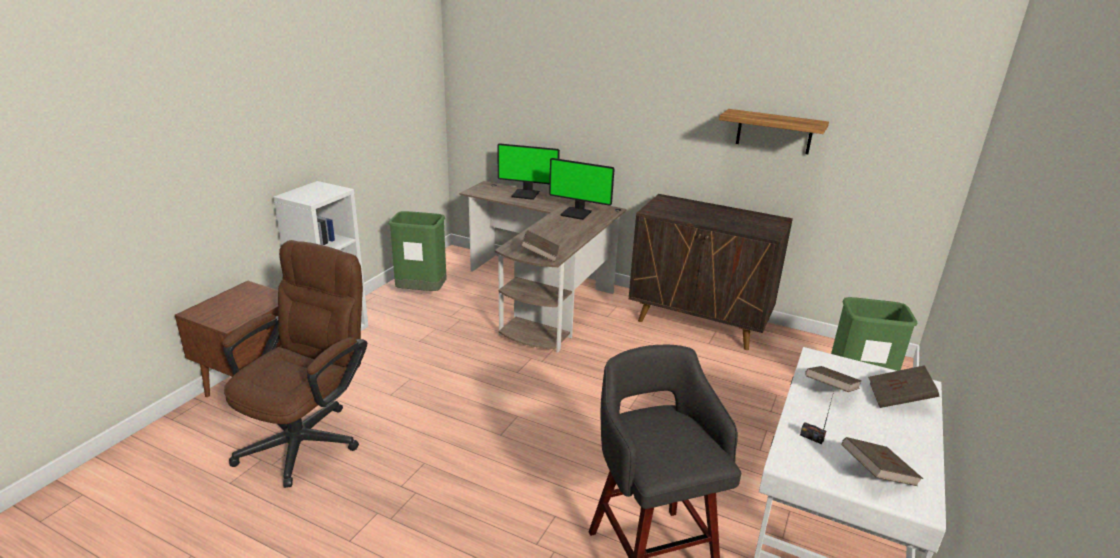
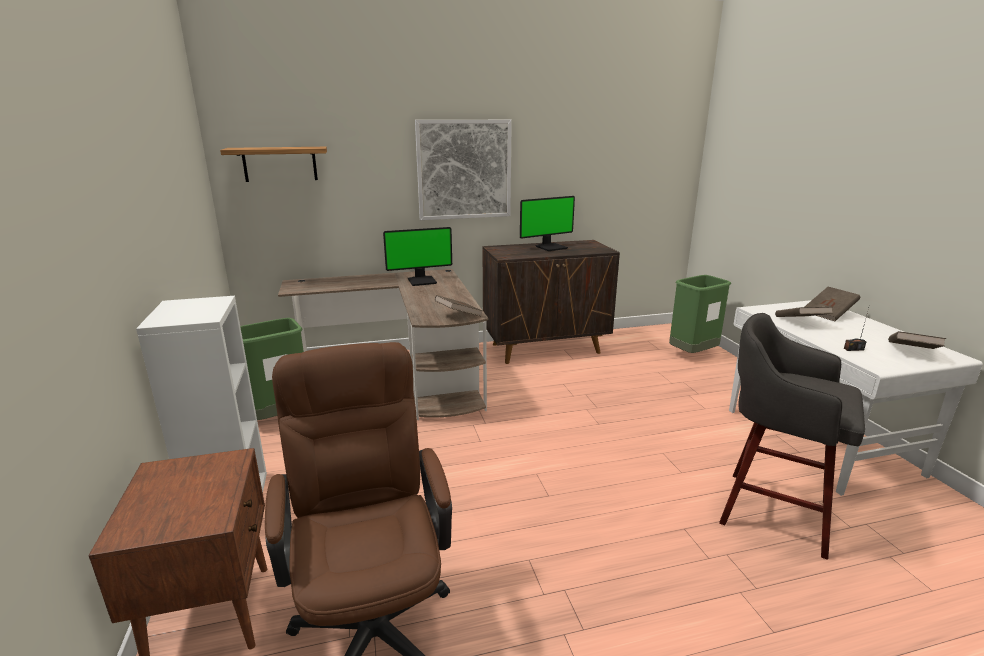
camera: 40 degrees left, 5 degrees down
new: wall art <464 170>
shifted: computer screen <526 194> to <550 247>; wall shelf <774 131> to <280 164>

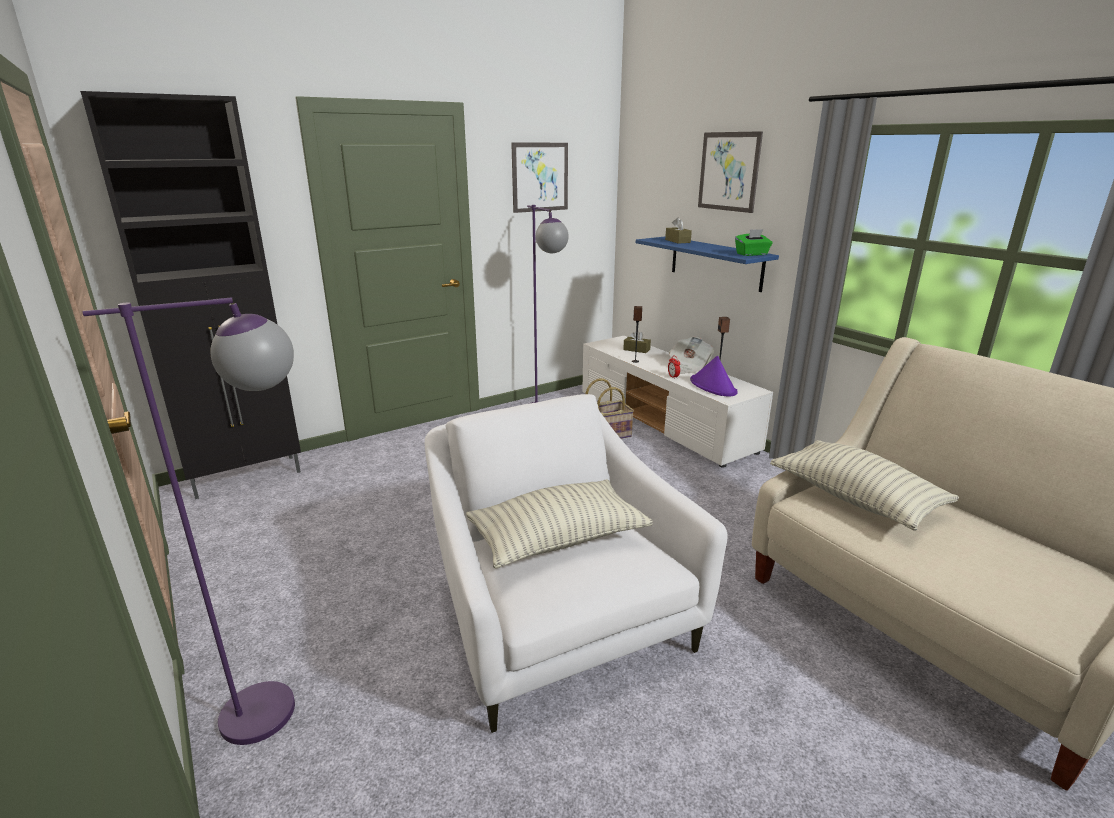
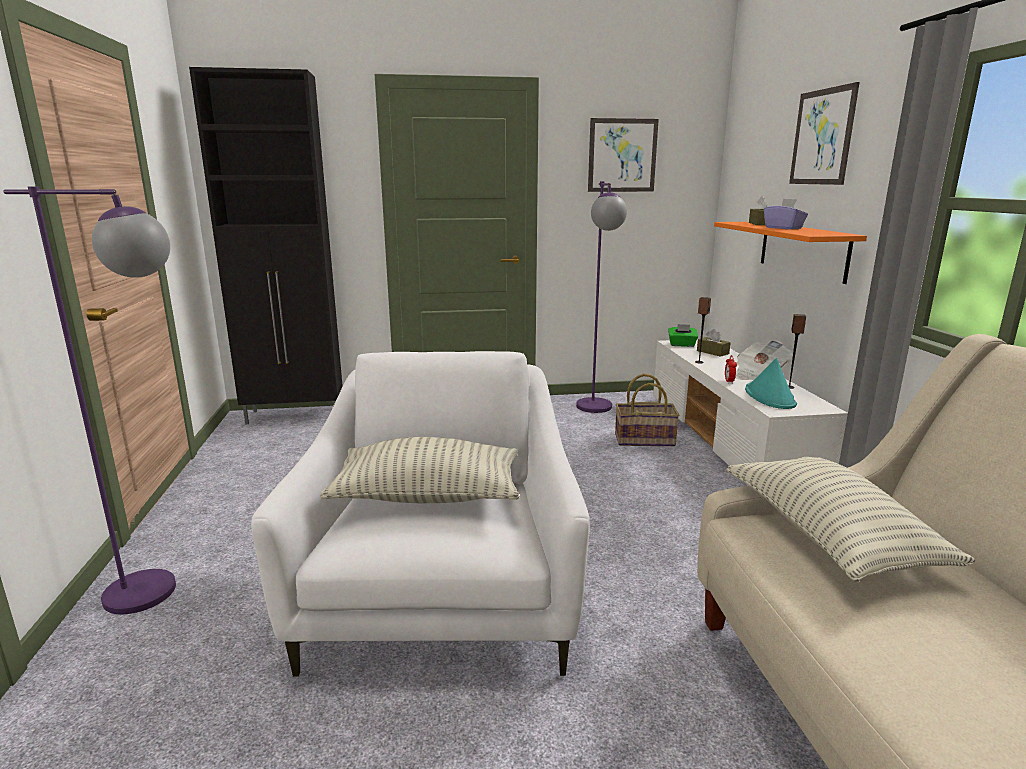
camera: 25 degrees right, 5 degrees down
new: purple-coloured tissue holder <783 228>
shifted: green-coloured tissue holder <752 254> to <682 345>
repainted: blue-coloured wall shelf <715 263> to orange-coloured wall shelf <802 250>; purple-coloured hat <713 386> to blue-green hat <770 397>

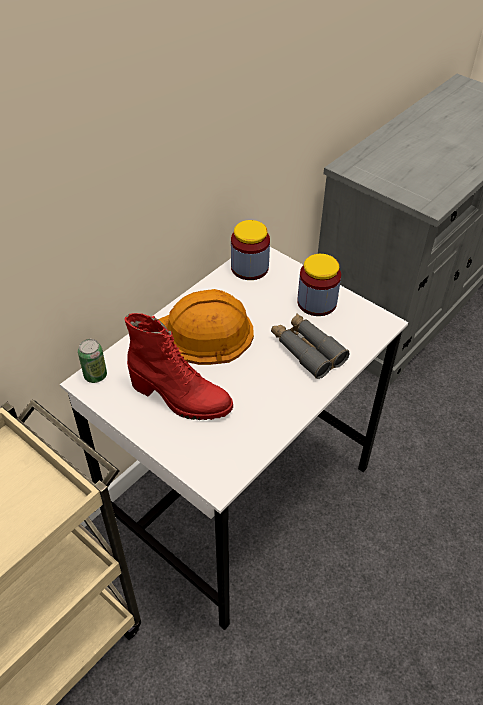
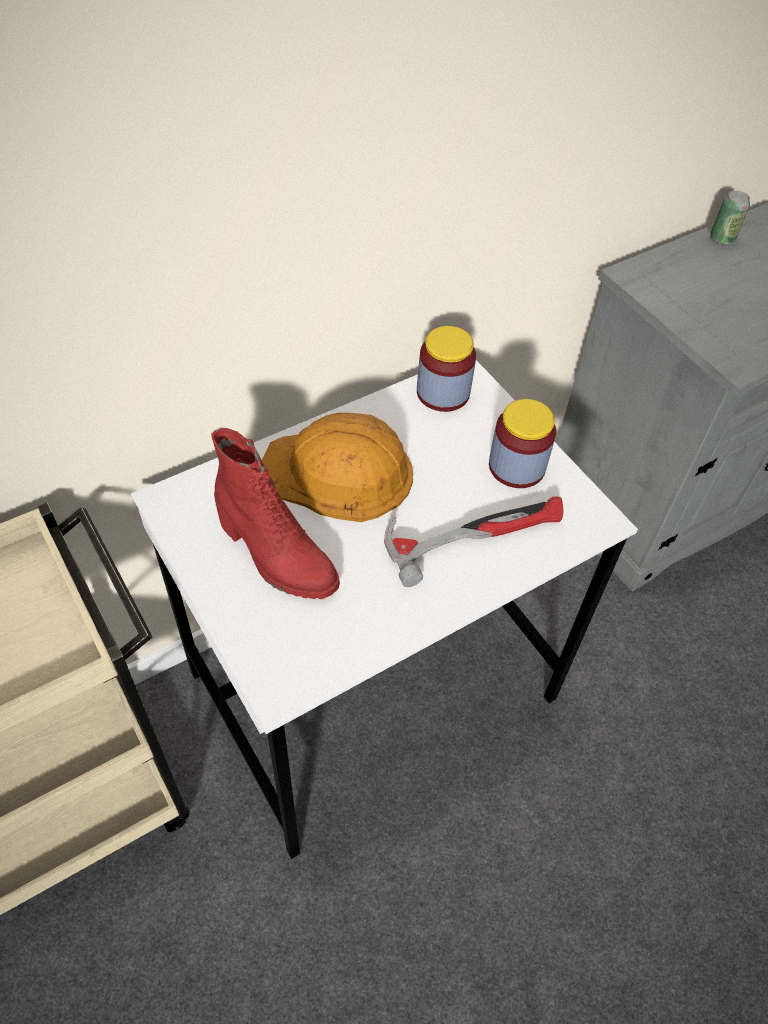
camera: 15 degrees right, 5 degrees up
shifted: sealed can <95 375> to <722 239>
swapped: grey binoculars <307 350> to hammer <475 533>

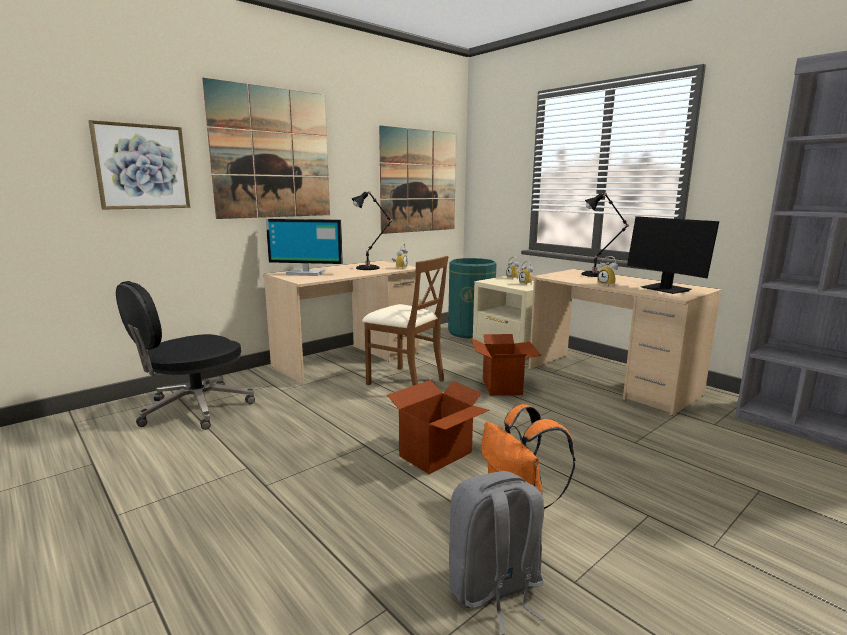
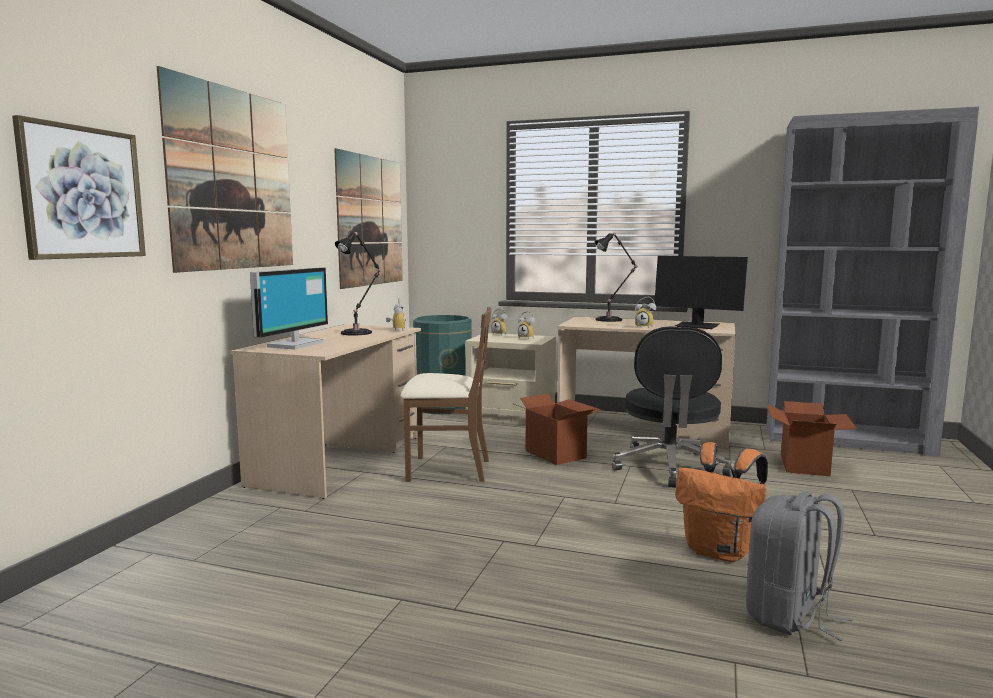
camera: 30 degrees left, 5 degrees down
shifted: black-coloured computer chair <194 409> to <669 467>; packing box <436 455> to <805 465>
rotated: computer screen <306 273> = <293 344> 45 degrees counterclockwise

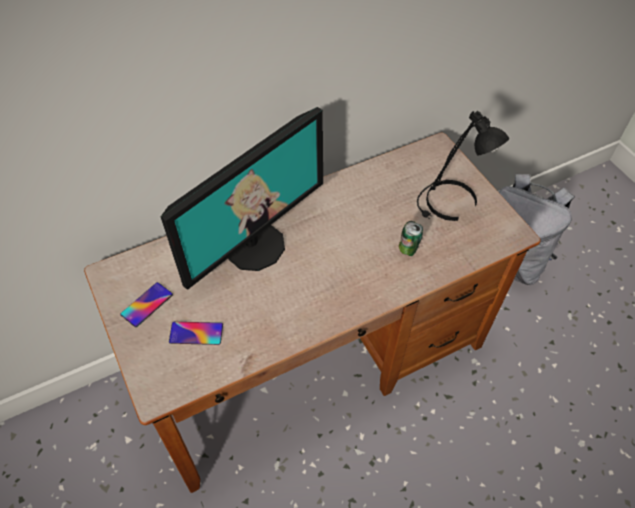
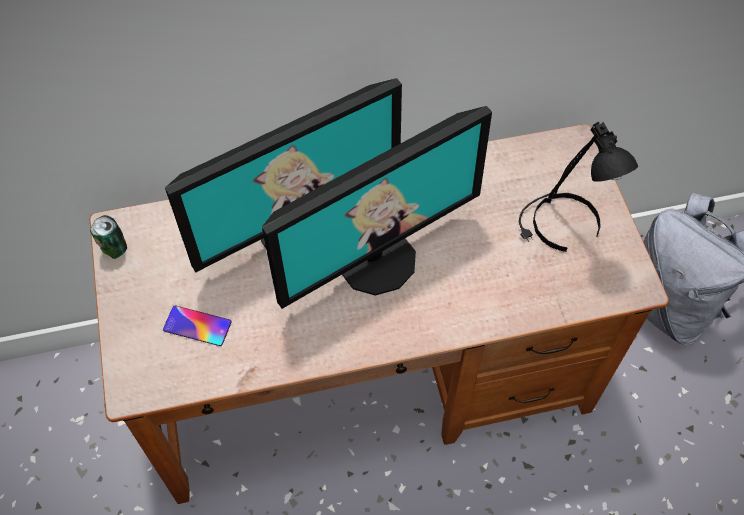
camera: 15 degrees right, 5 degrees up
gone: phone <147 304>
new: computer screen <377 261>
shifted: sealed can <408 250> to <114 250>

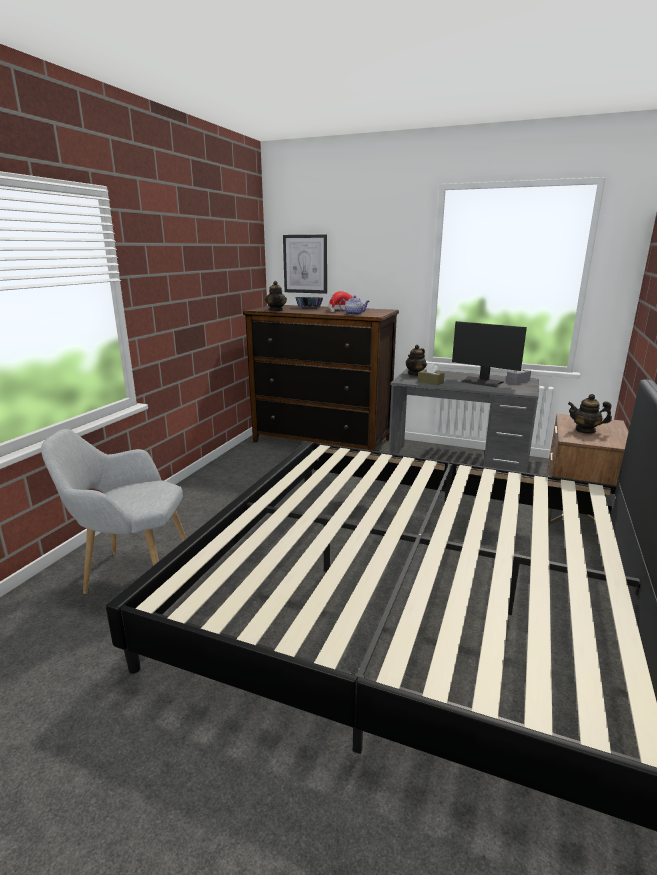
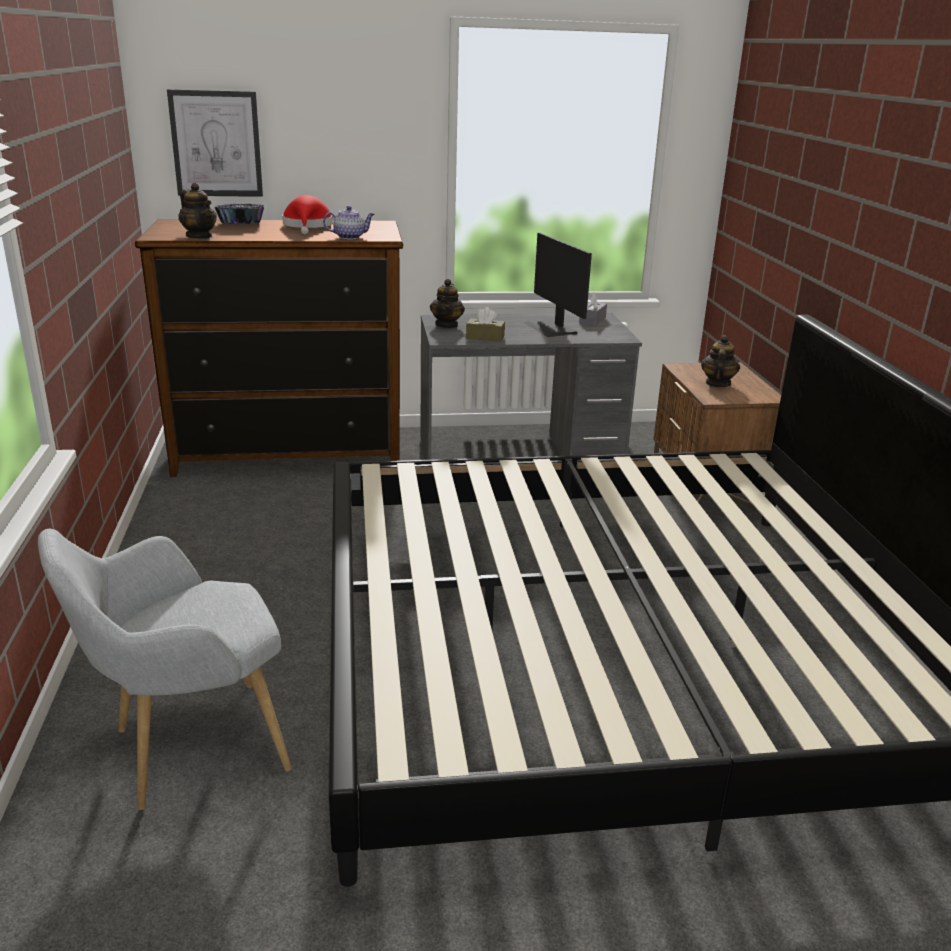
camera: 30 degrees left, 5 degrees up
rotated: computer screen <482 382> = <551 328> 60 degrees clockwise; tea pot <585 430> = <717 384> 120 degrees clockwise

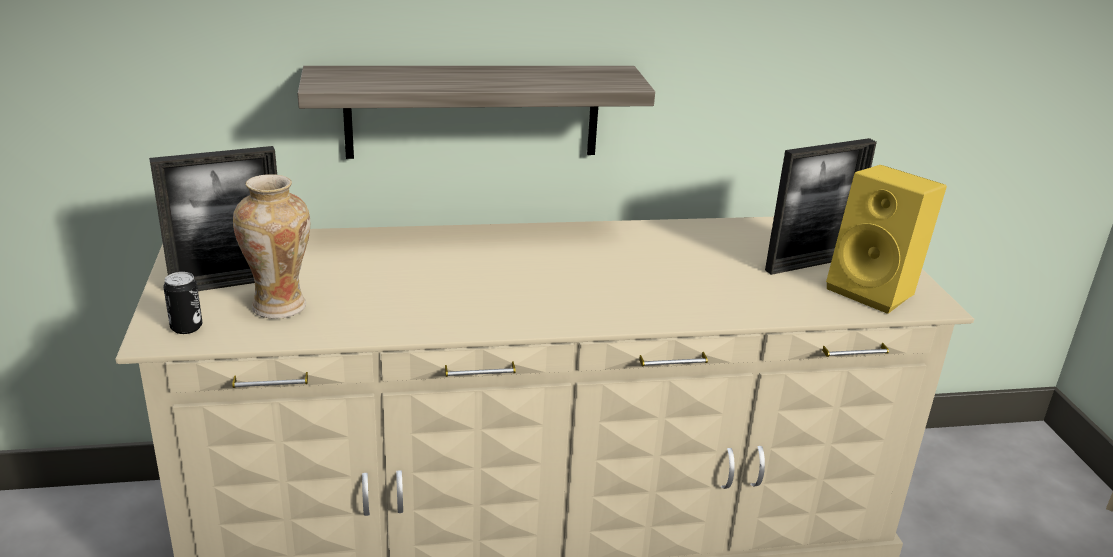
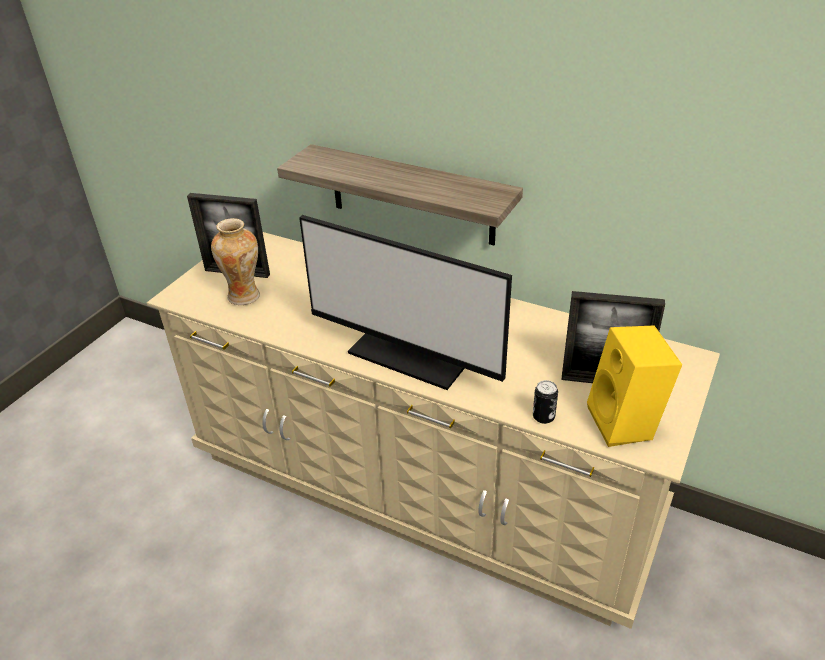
camera: 40 degrees right, 10 degrees up
new: computer screen <412 353>
shifted: sealed can <186 327> to <543 417>

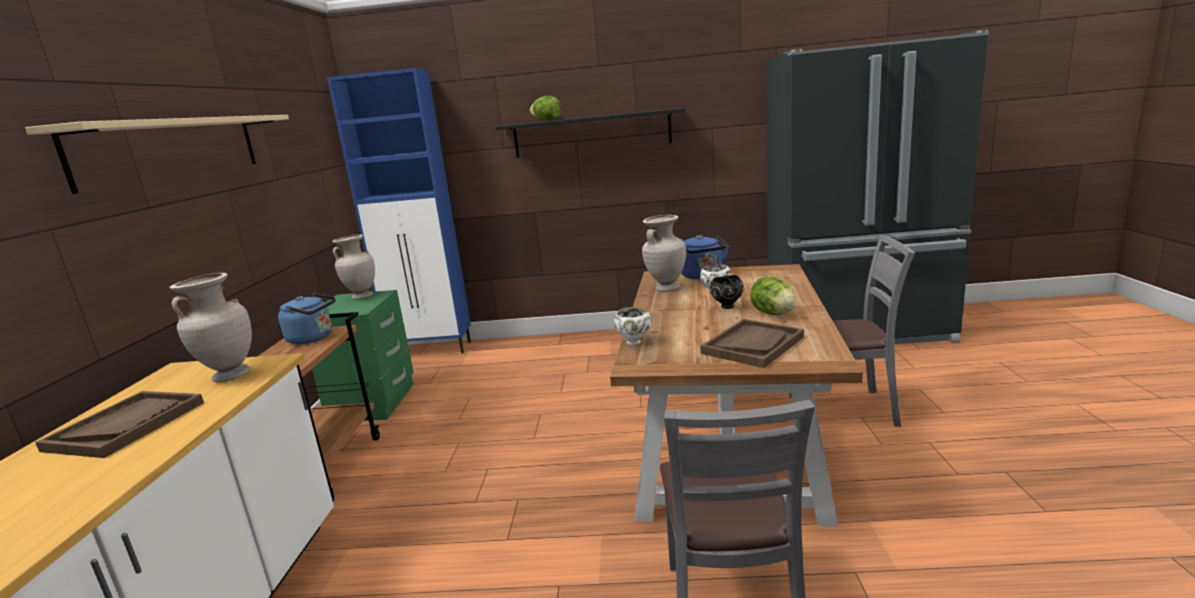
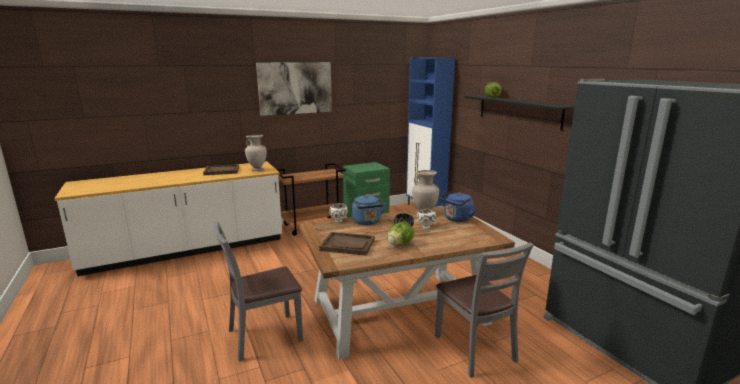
camera: 60 degrees right, 0 degrees up
gone: beige-coloured decorative vase <362 297>
shifted: blue-coloured tea kettle <313 338> to <367 222>
swapped: beige-coloured wall shelf <173 149> to wall art <295 88>

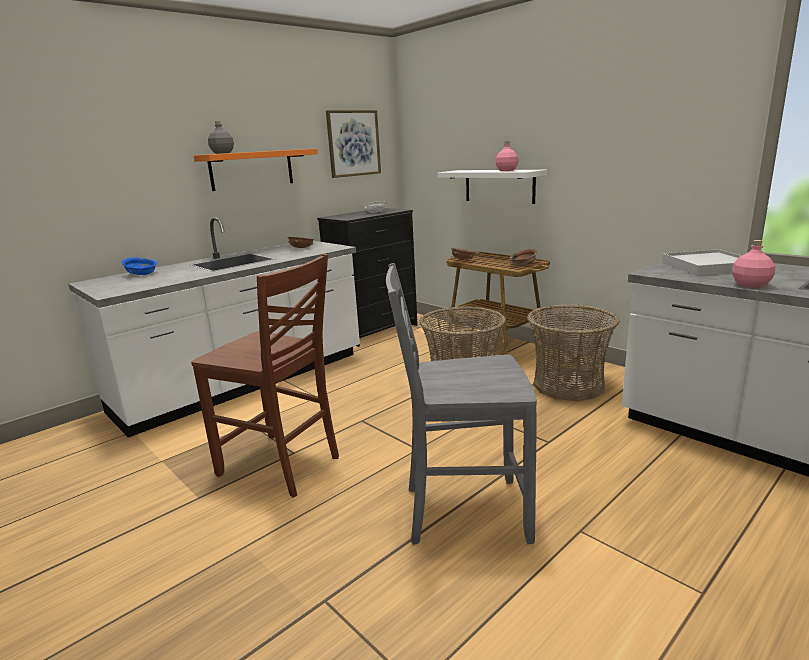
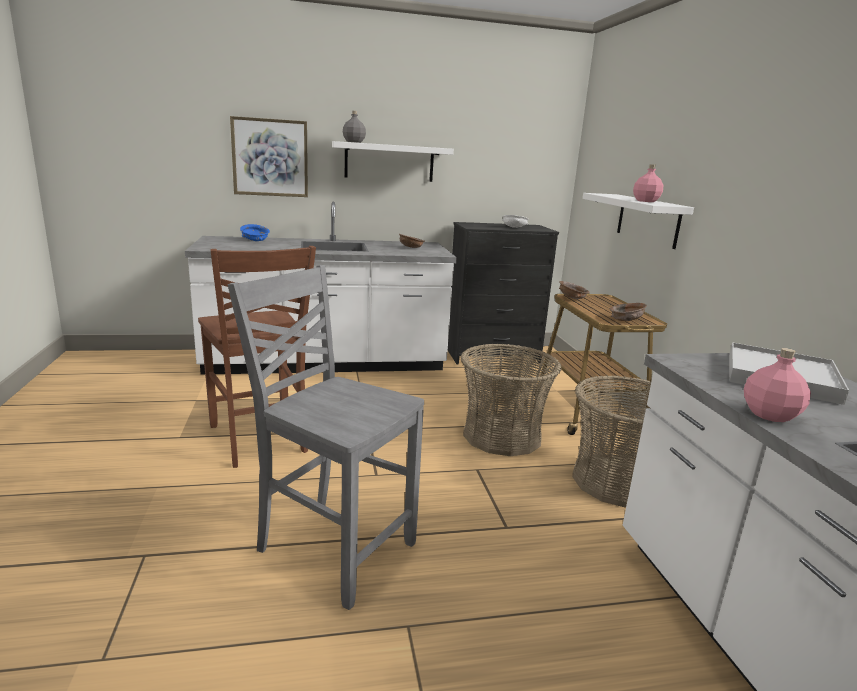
camera: 30 degrees right, 0 degrees up
shifted: wall art <353 143> to <270 157>
repainted: orange-coloured wall shelf <252 169> to white-coloured wall shelf <389 162>

